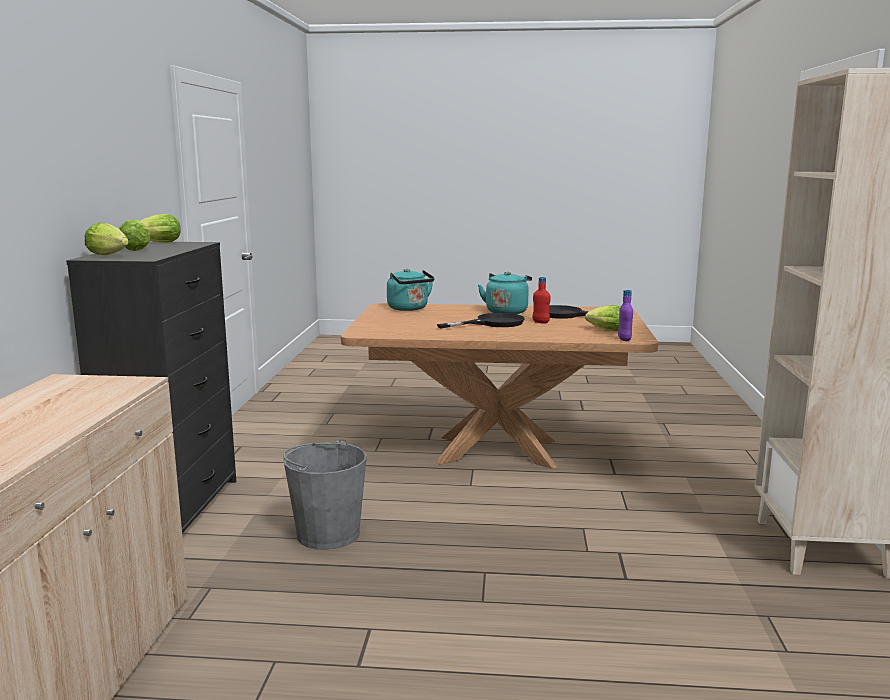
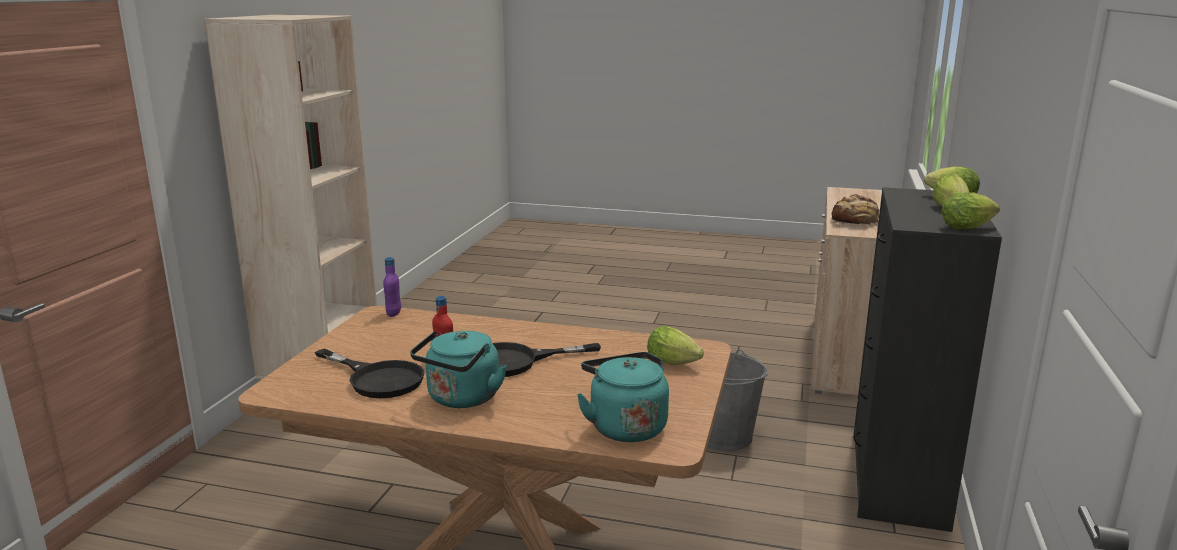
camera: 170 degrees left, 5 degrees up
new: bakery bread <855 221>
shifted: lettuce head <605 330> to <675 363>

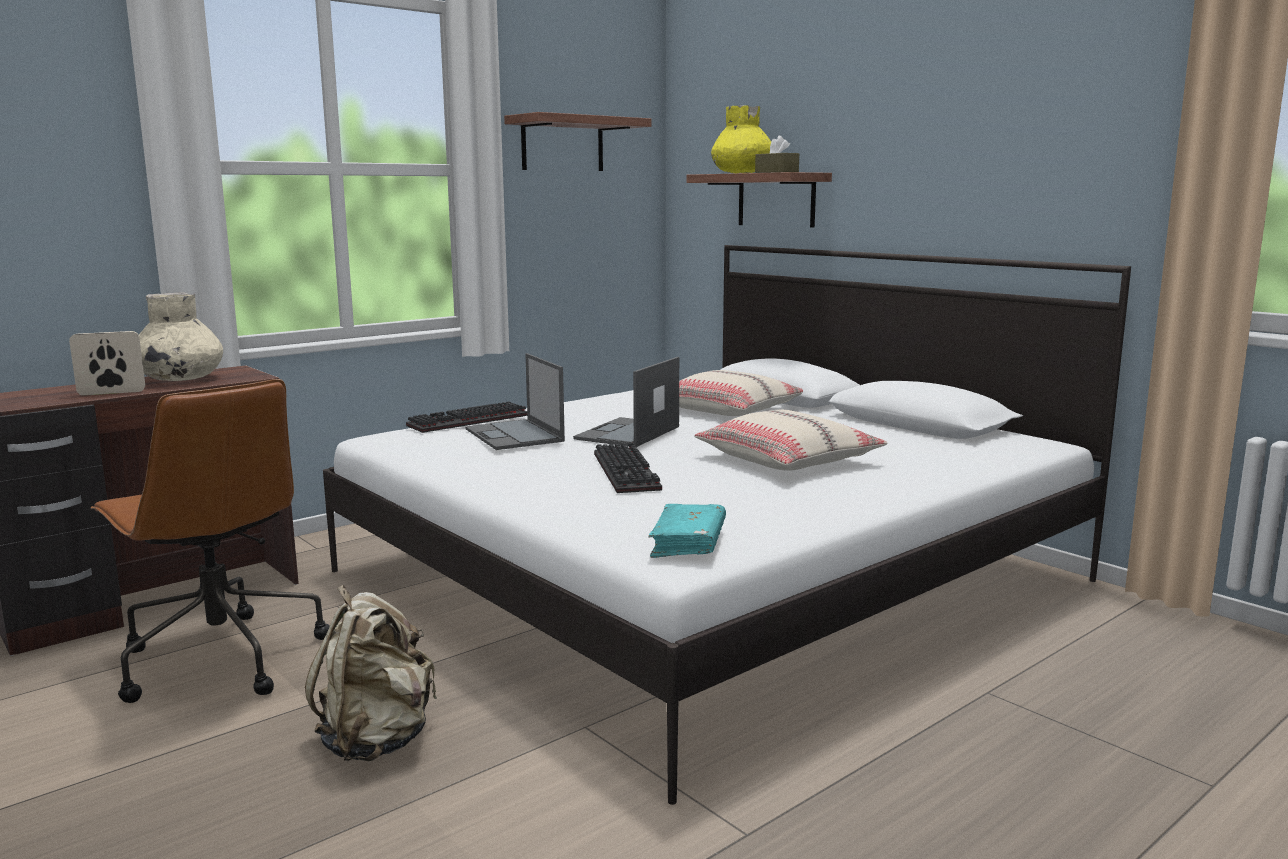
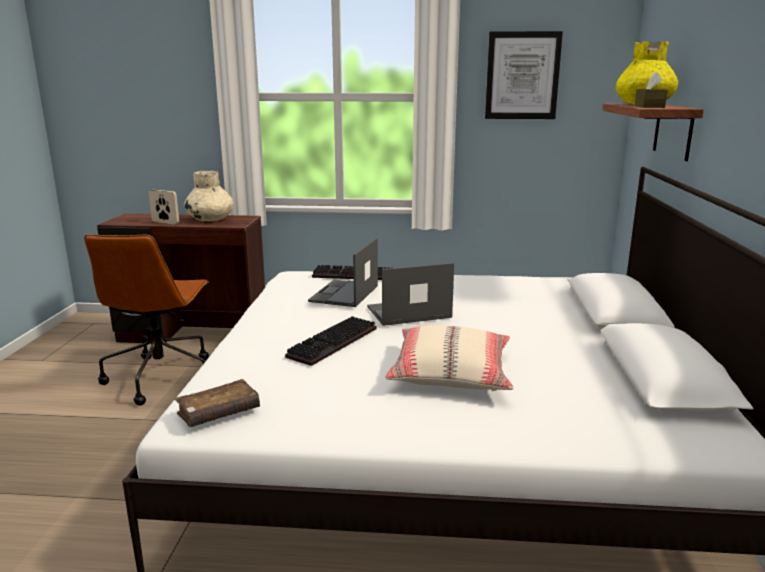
camera: 45 degrees right, 5 degrees up
gone: beige-coloured backpack <377 740>; beige-coloured pillow <729 410>
swapped: wall shelf <562 144> to wall art <522 76>
repainted: blue-green book <688 543> to brown-coloured book <218 413>

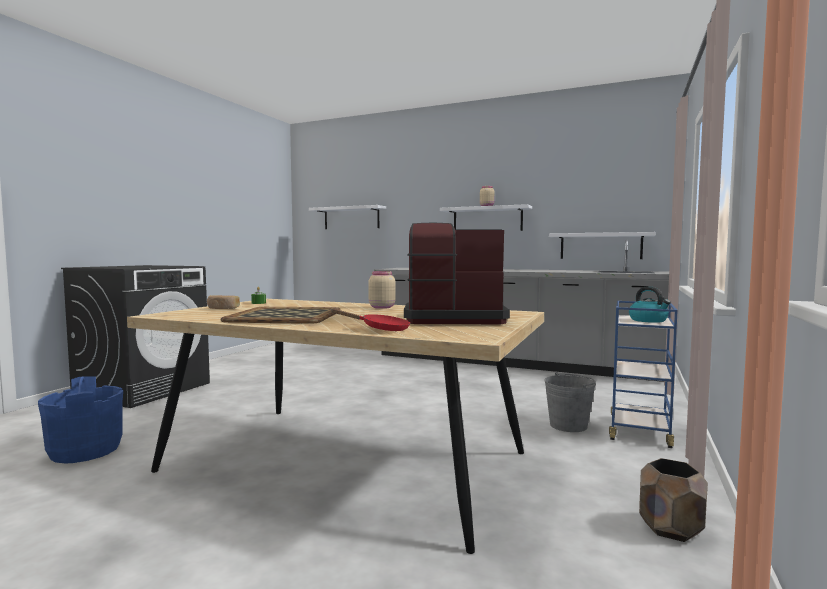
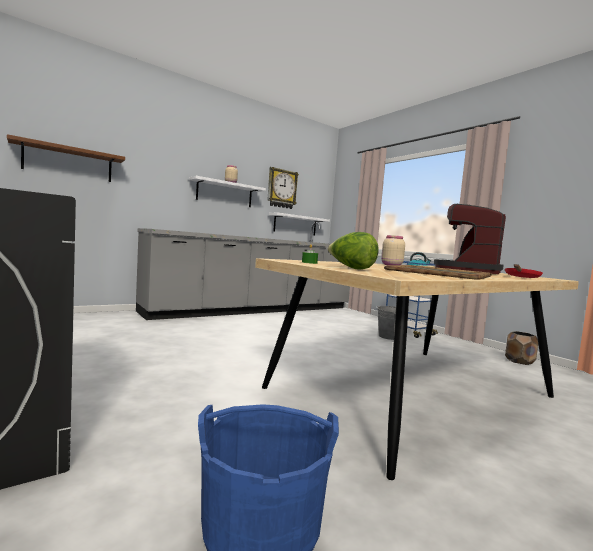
camera: 60 degrees left, 0 degrees up
new: hanging clock <281 188>
swapped: bakery bread <223 308> to lettuce head <351 268>
repainted: white-coloured wall shelf <351 218> to brown-coloured wall shelf <69 163>

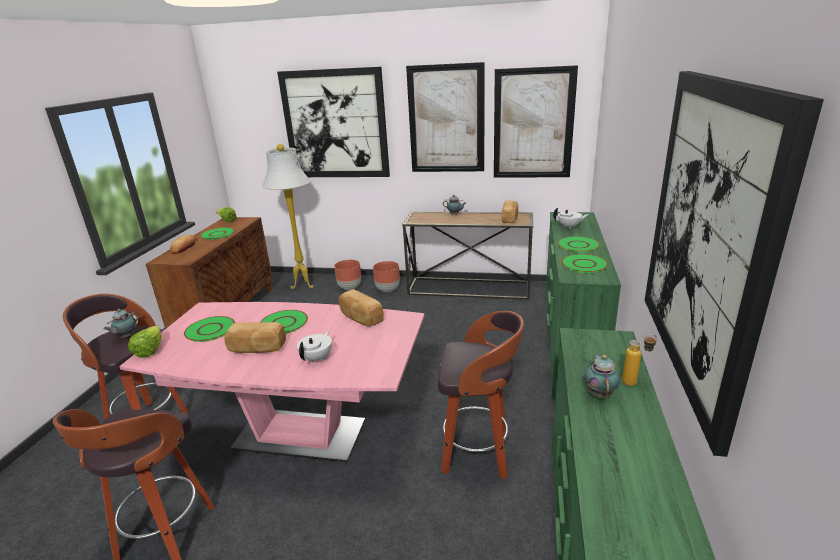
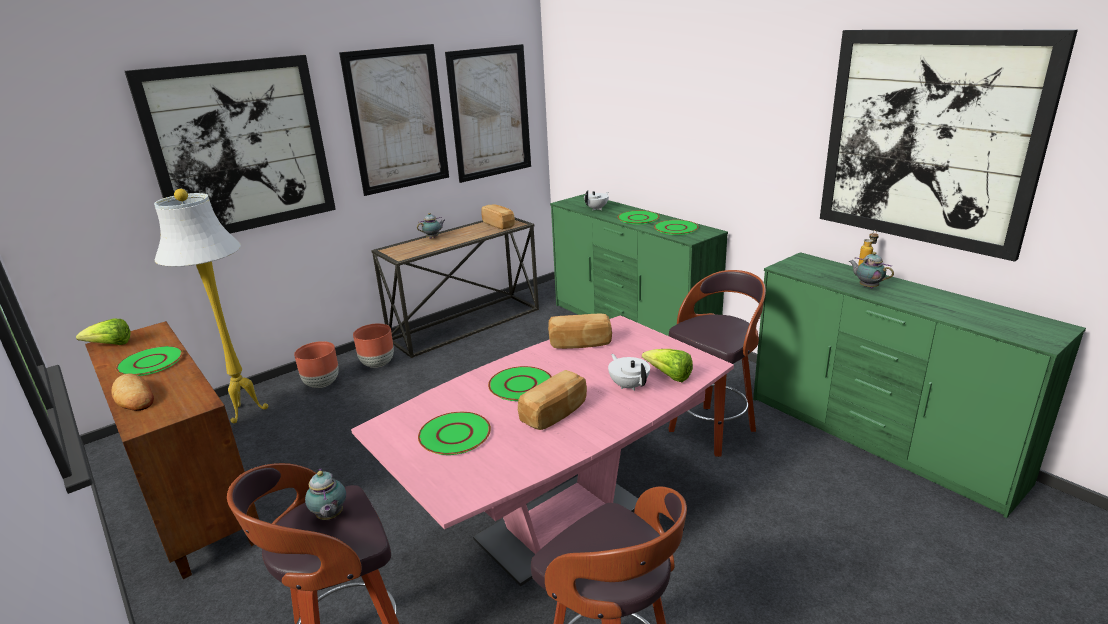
camera: 50 degrees left, 0 degrees up
shifted: lettuce head <150 350> to <669 376>

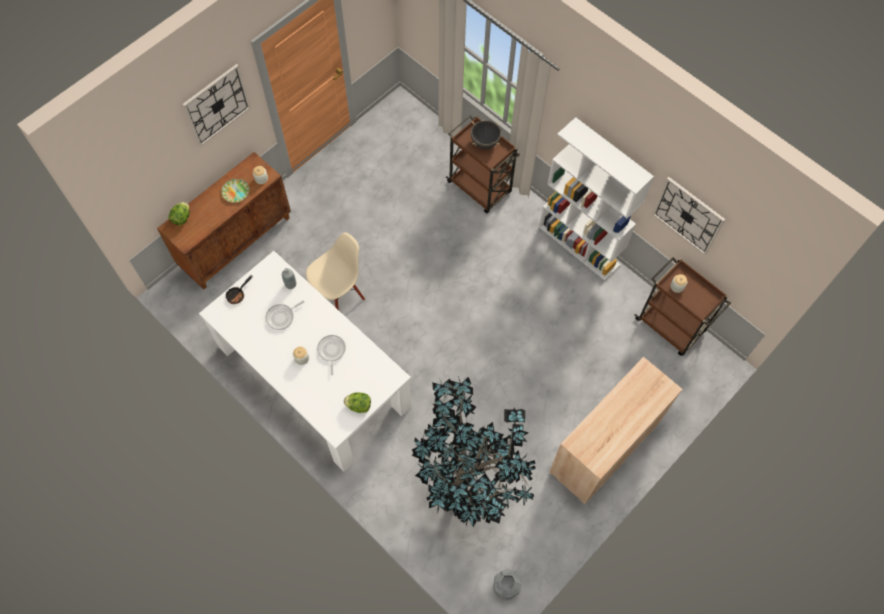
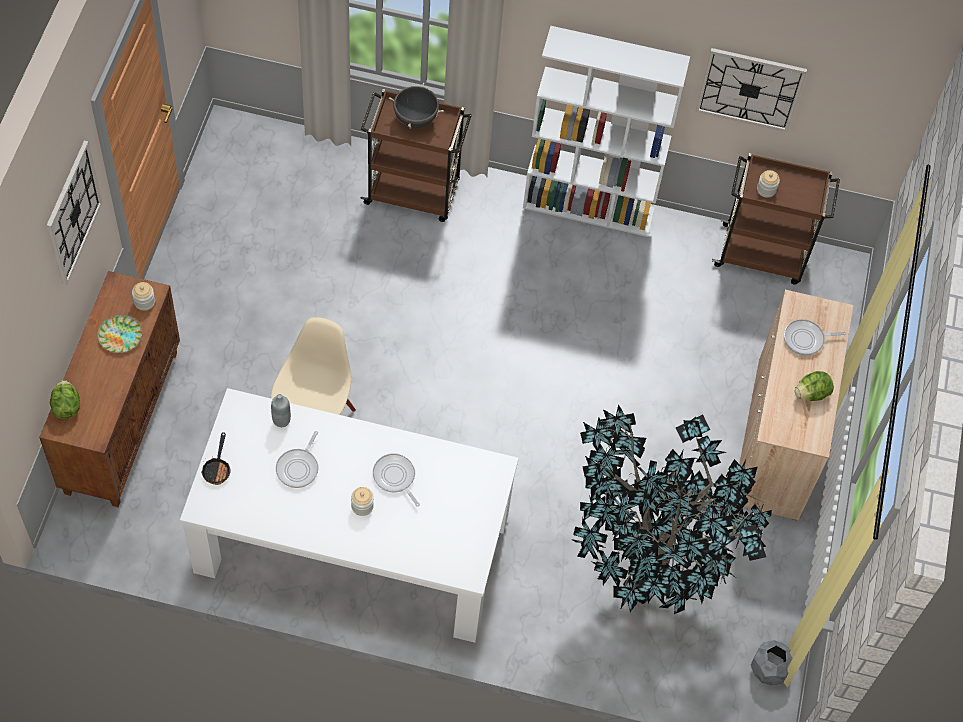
camera: 35 degrees left, 5 degrees down
new: skillet <806 339>
shifted: lettuce head <359 405> to <811 393>

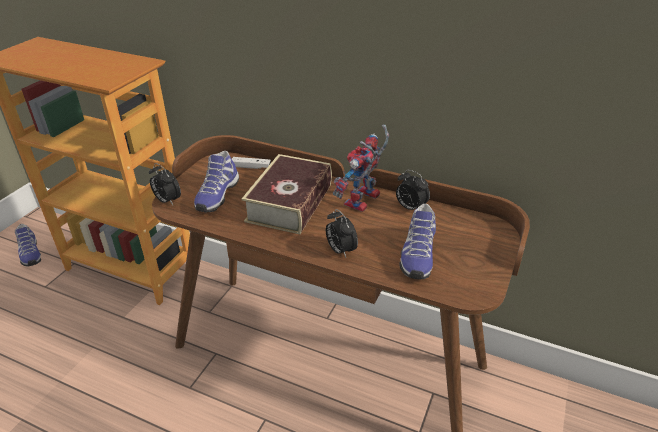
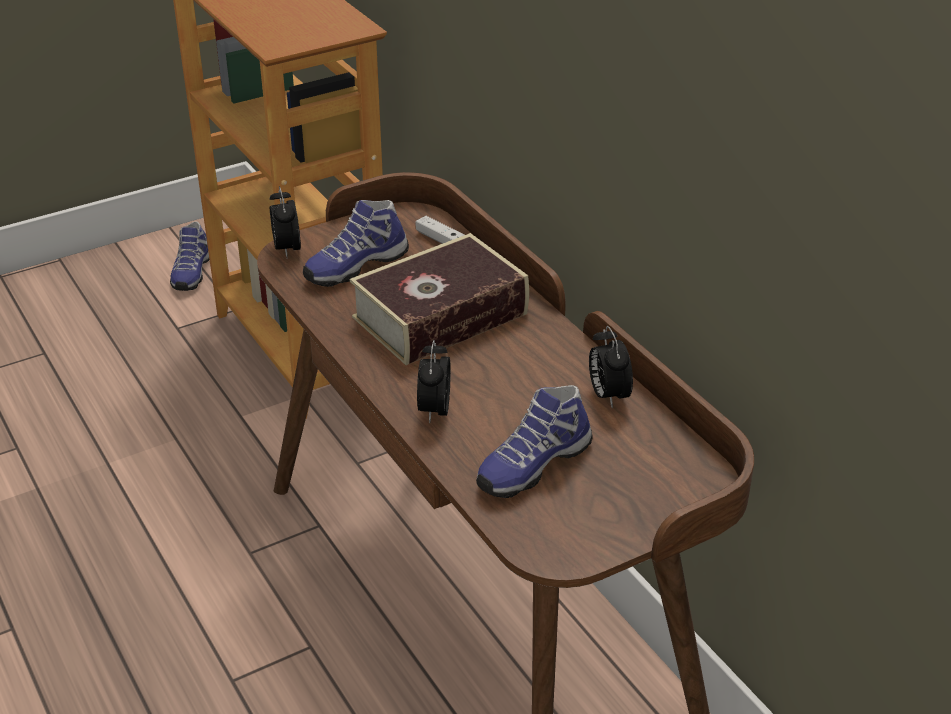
camera: 35 degrees right, 0 degrees up
gone: robot figure <362 203>

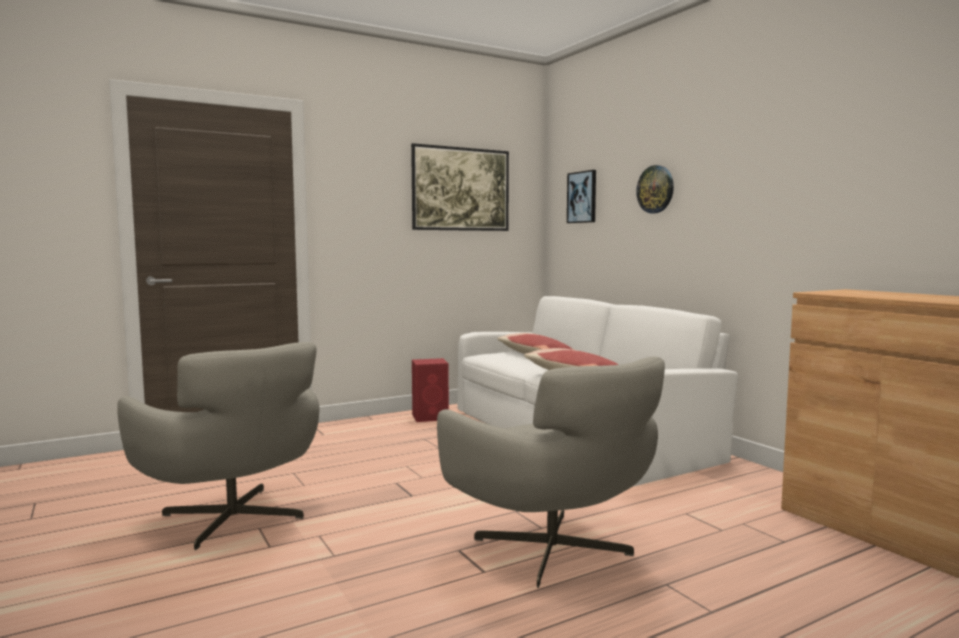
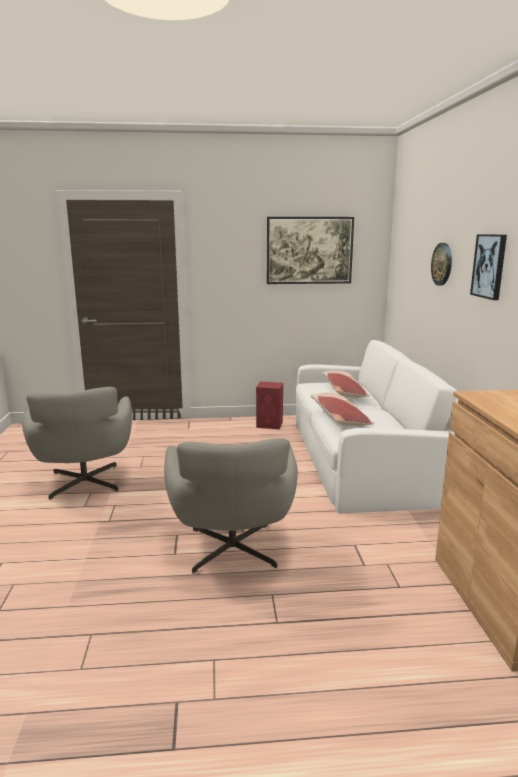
camera: 25 degrees right, 10 degrees up
shifted: wall art <582 197> to <489 266>

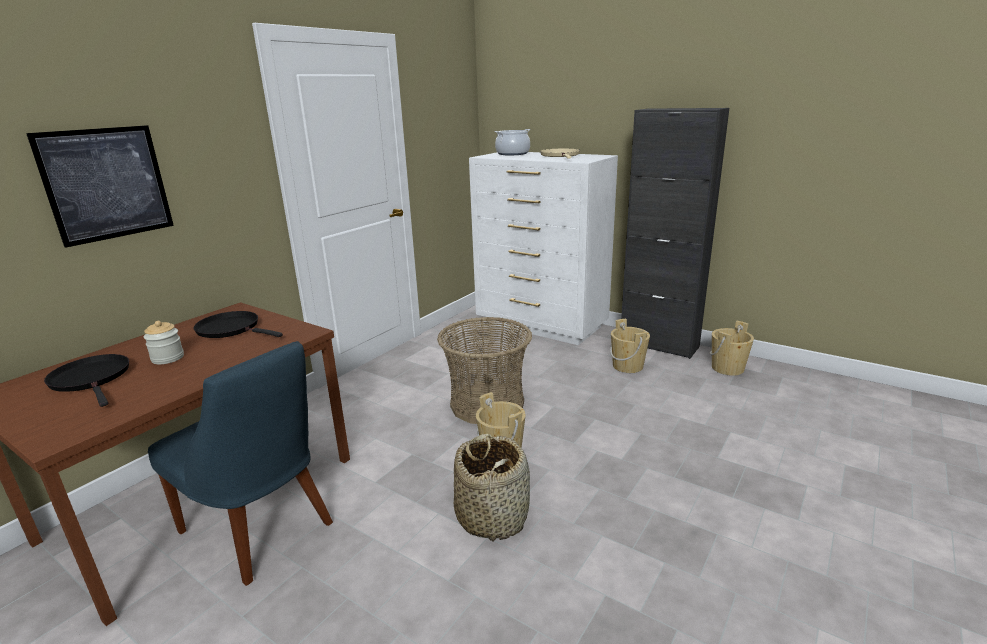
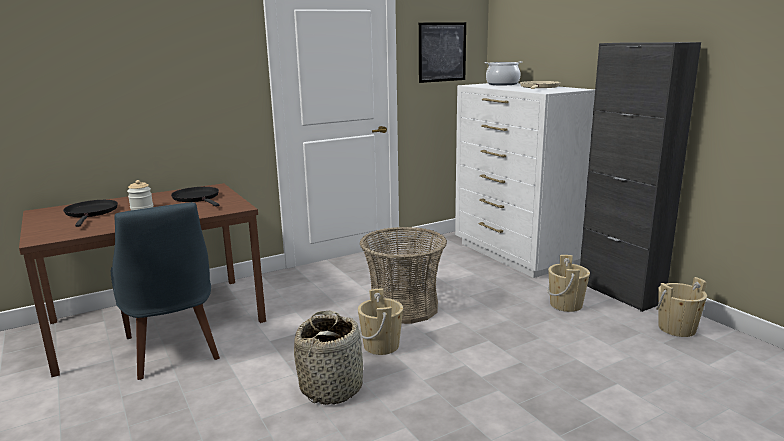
camera: 25 degrees right, 5 degrees down
shifted: wall art <107 184> to <442 52>

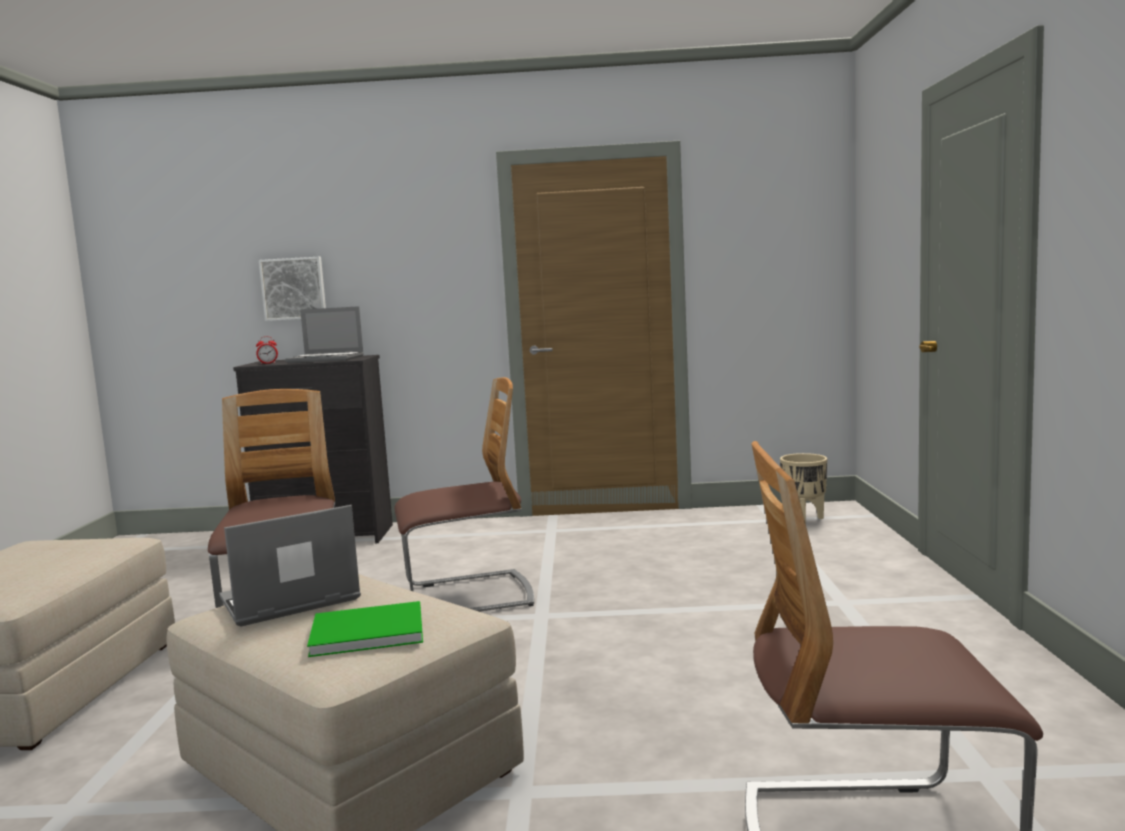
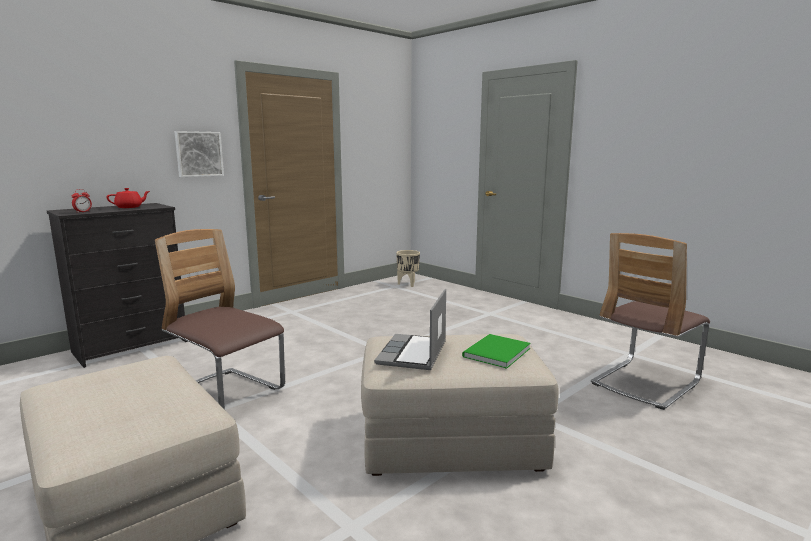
camera: 45 degrees left, 5 degrees up
gone: chair <468 596>
shifted: wall art <294 289> to <198 154>
swapped: notebook computer <327 359> to reddish tea pot <129 207>

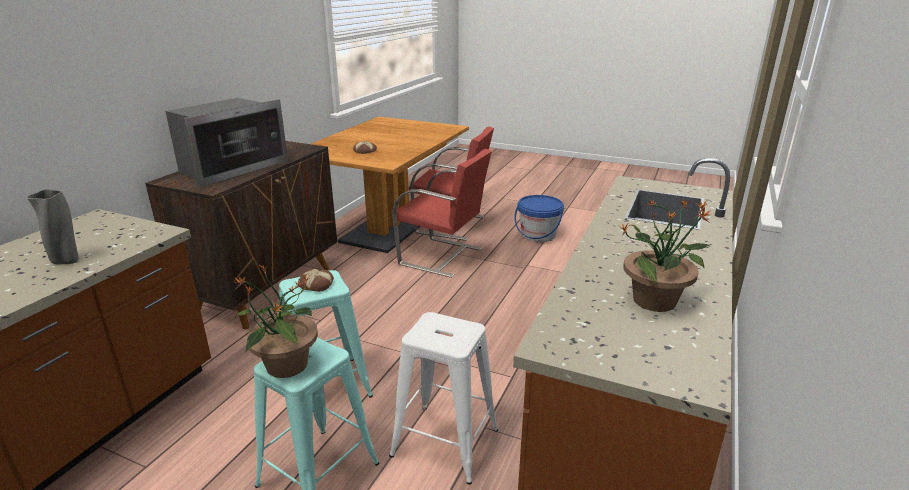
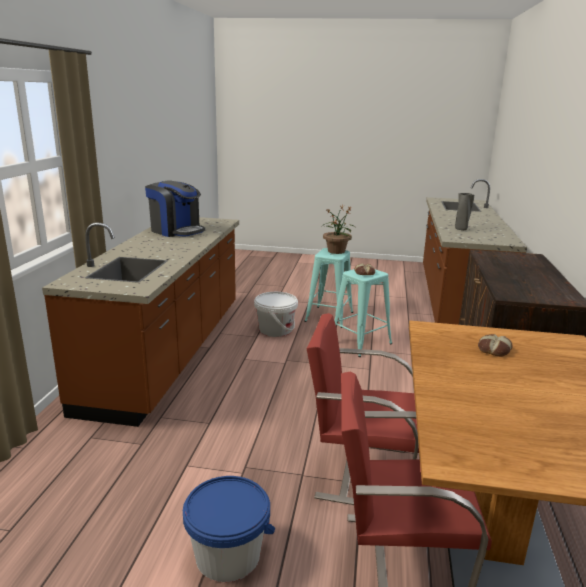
camera: 165 degrees right, 5 degrees down
gone: microwave <230 168>
swapped: white-coloured sitting stool <445 442> to white-coloured pail <275 330>; potted plant <656 300> to coffee machine <176 231>

